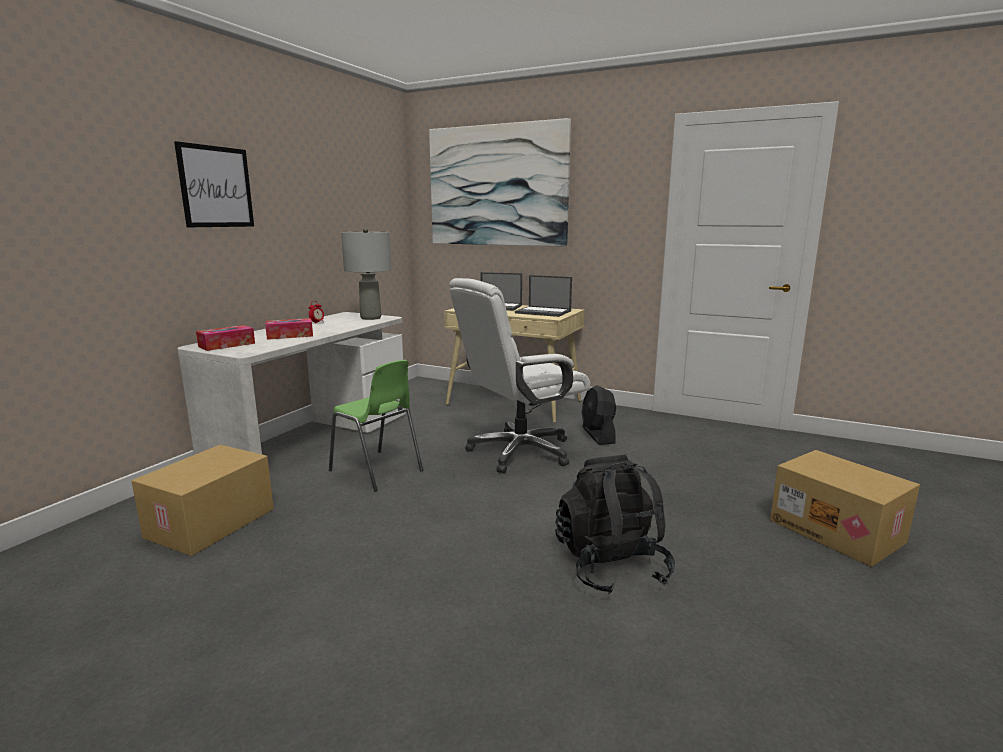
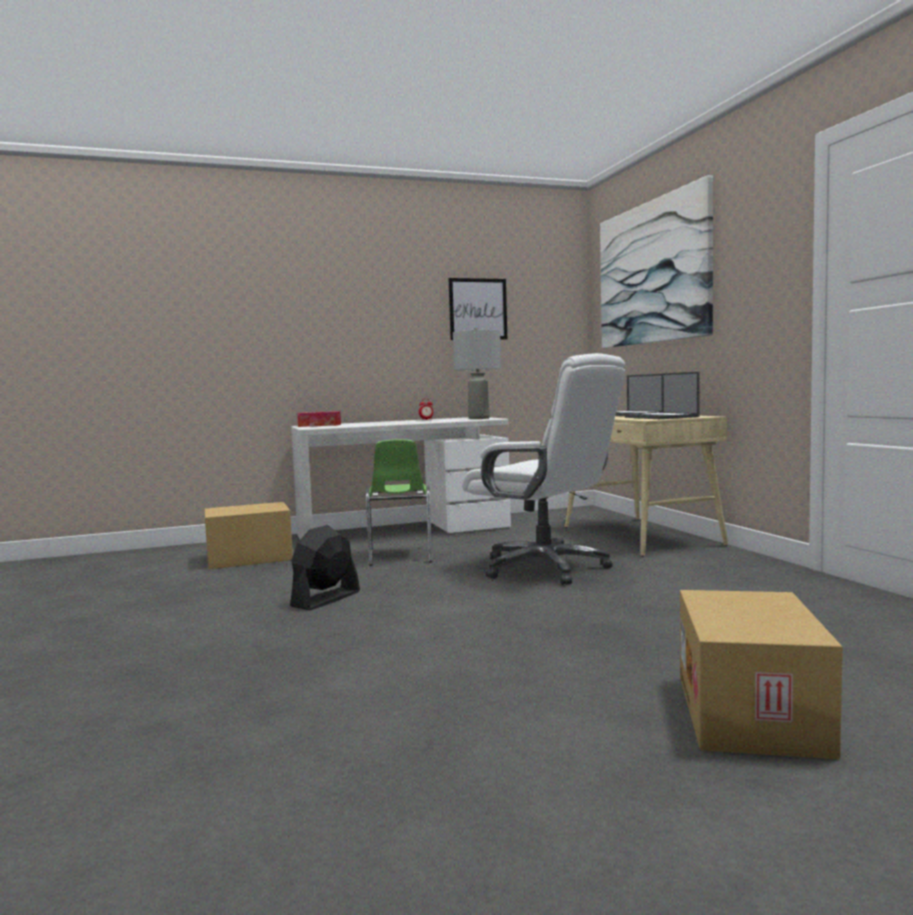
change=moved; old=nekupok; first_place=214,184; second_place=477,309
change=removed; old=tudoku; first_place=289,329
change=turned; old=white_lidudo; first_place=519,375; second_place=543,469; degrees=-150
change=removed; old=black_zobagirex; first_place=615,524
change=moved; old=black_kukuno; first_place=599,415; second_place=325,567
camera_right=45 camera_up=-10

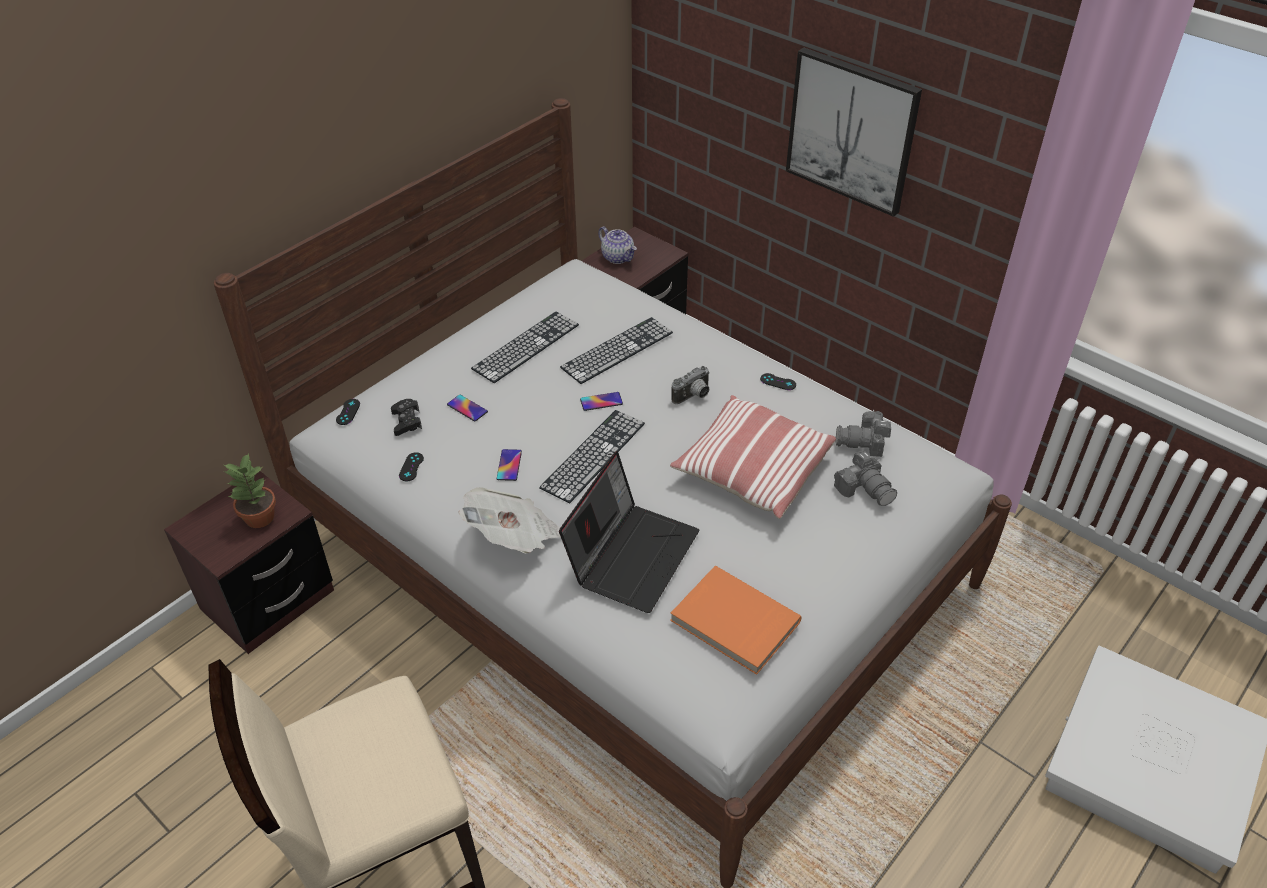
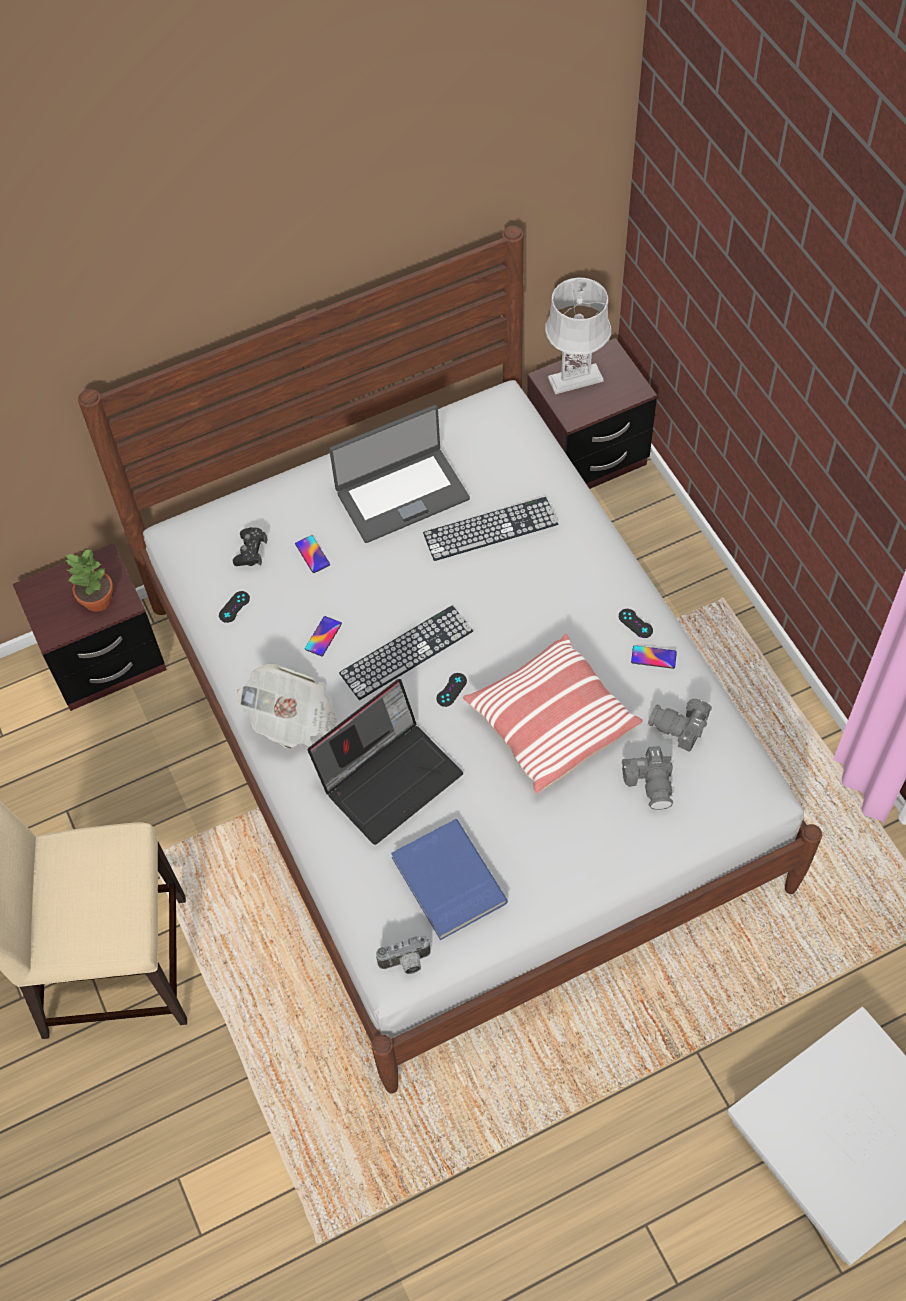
change=moved; old=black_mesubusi; first_place=348,412; second_place=451,690
change=replaced; old=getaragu; new=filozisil; first_place=525,347; second_place=399,474
change=moved; old=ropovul; first_place=601,401; second_place=654,657
change=replaced; old=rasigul; new=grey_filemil; first_place=617,245; second_place=578,336
change=recoloured; old=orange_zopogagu; new=blue_zopogagu; first_place=736,620; second_place=449,879
change=moved; old=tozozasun; first_place=691,385; second_place=403,955
change=removed; old=nekupok; first_place=854,132
camera_right=25 camera_up=15

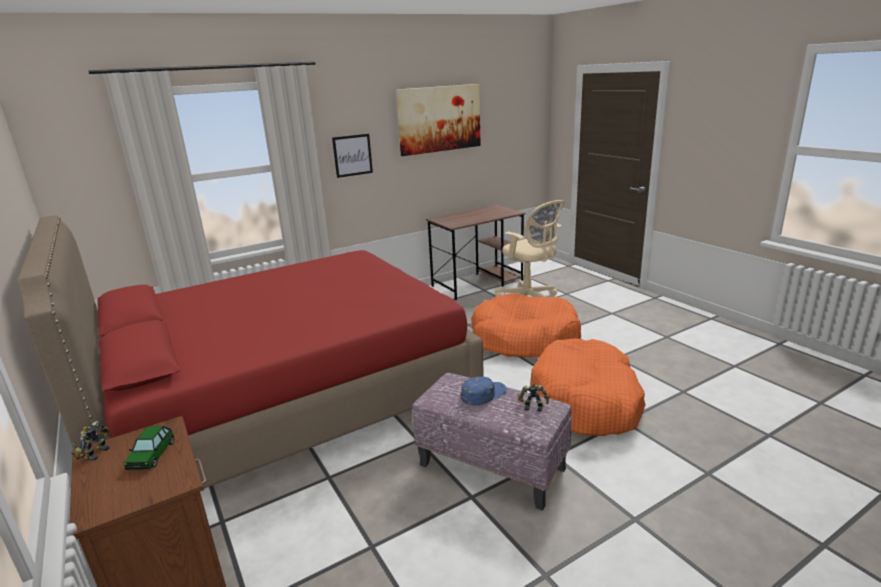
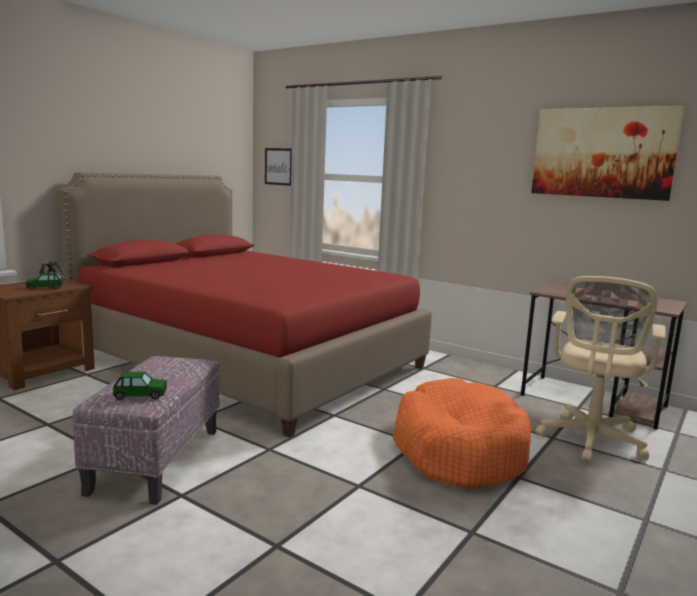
change=moved; old=nekupok; first_place=352,156; second_place=278,167
change=removed; old=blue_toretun; first_place=484,390
change=replaced; old=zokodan; new=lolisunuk; first_place=534,397; second_place=140,386
change=removed; old=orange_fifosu; first_place=588,387
camera_right=65 camera_up=-10

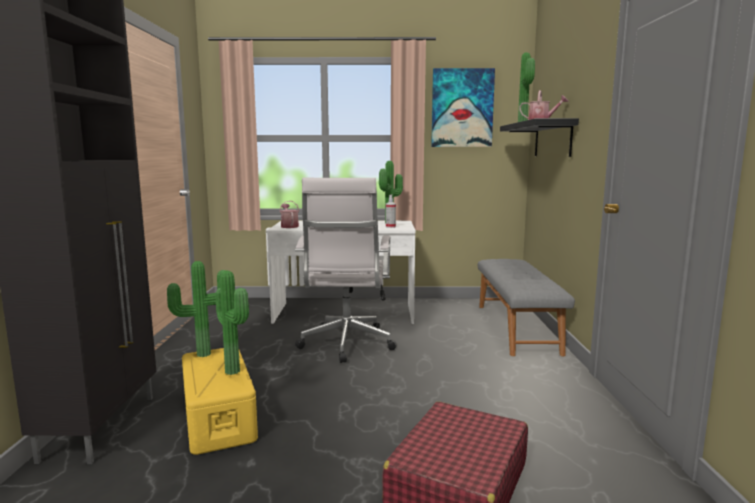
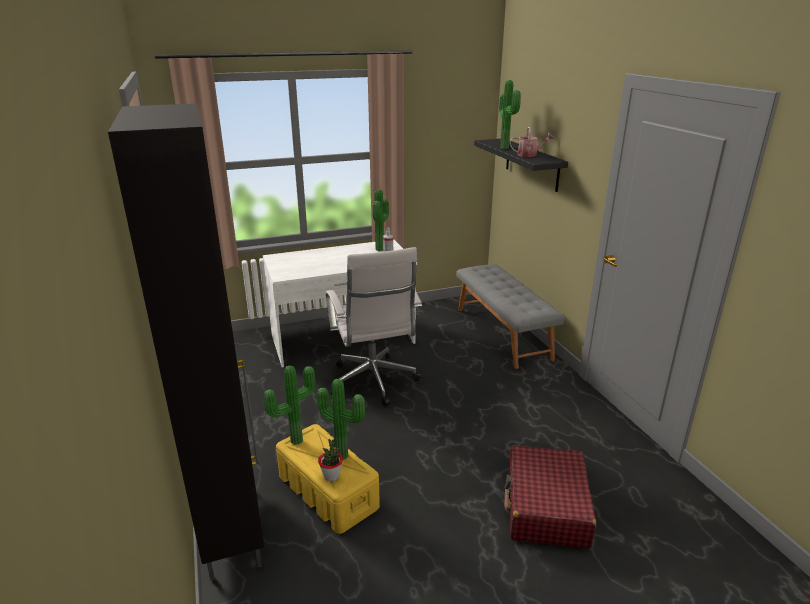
change=removed; old=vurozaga; first_place=289,214
change=removed; old=nekupok; first_place=463,107
change=added; new=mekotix; second_place=330,459
camera_right=-20 camera_up=15

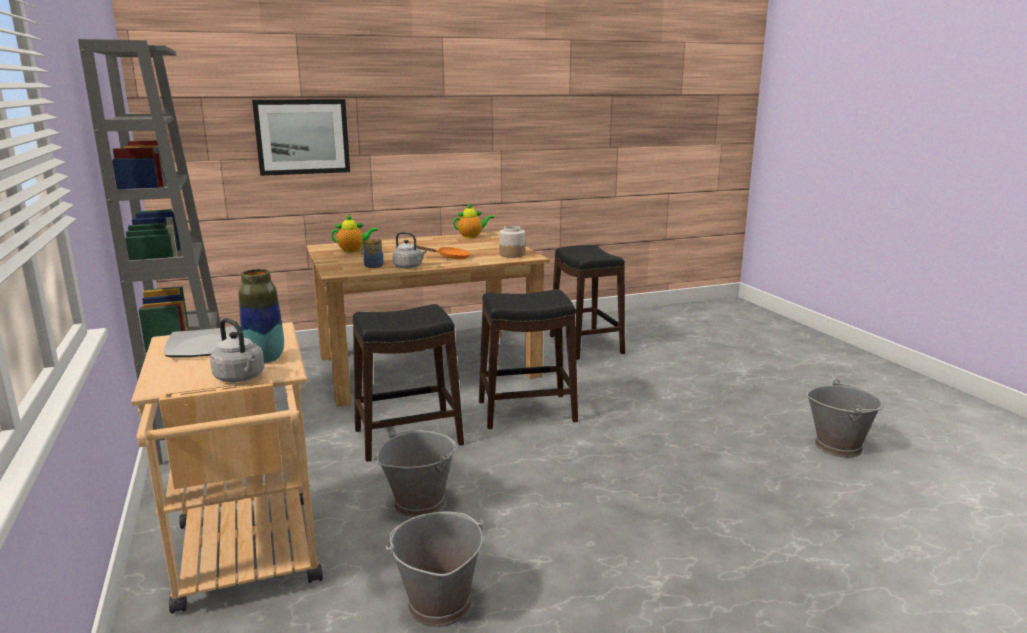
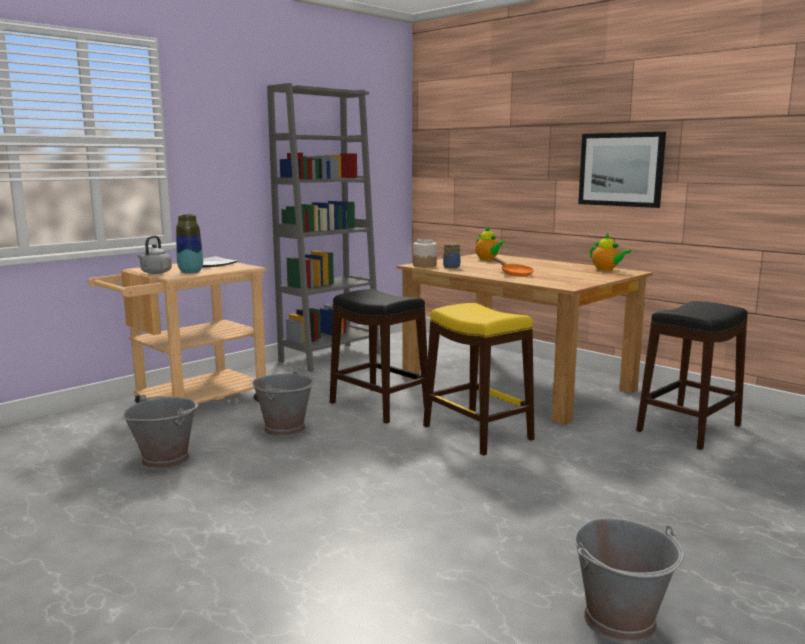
change=moved; old=nekupok; first_place=301,137; second_place=622,170
change=removed; old=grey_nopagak; first_place=410,250
change=recoloured; old=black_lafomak; new=yellow_lafomak; first_place=528,359; second_place=478,379
change=moved; old=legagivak; first_place=512,242; second_place=425,253
camera_right=65 camera_up=-5

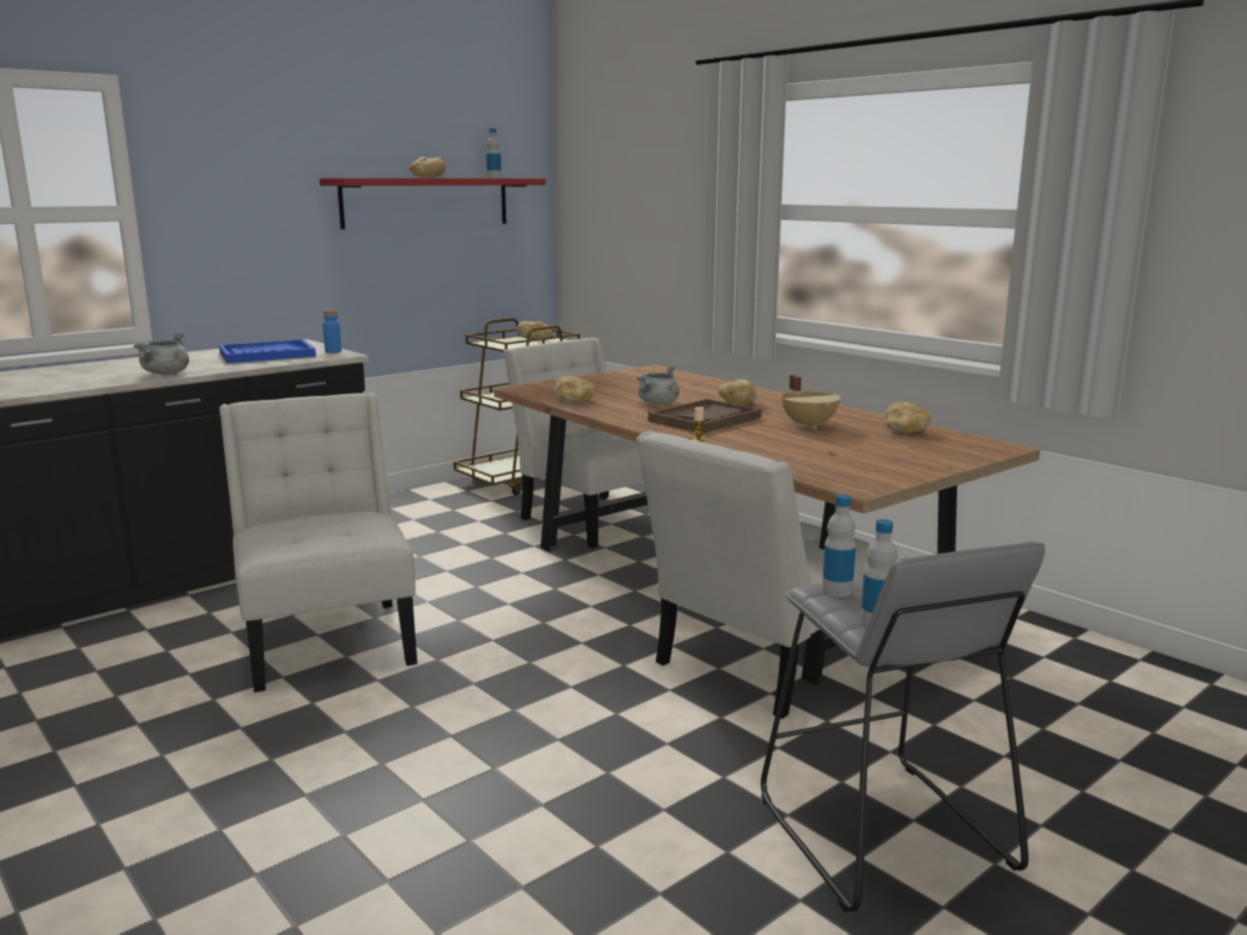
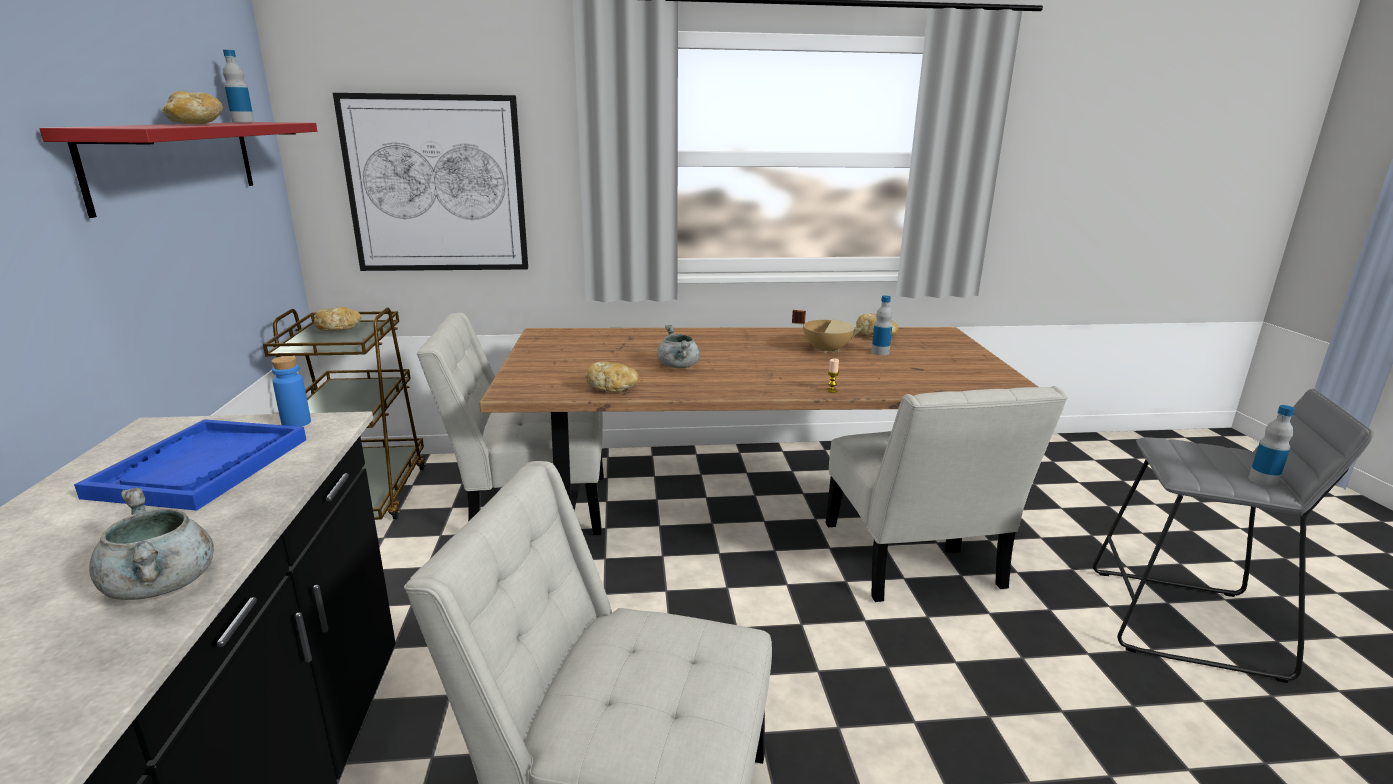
change=removed; old=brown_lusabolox; first_place=705,416
change=removed; old=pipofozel; first_place=737,392
change=moved; old=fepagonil; first_place=839,545; second_place=882,325
change=added; new=nekupok; second_place=430,182
camera_right=-55 camera_up=5

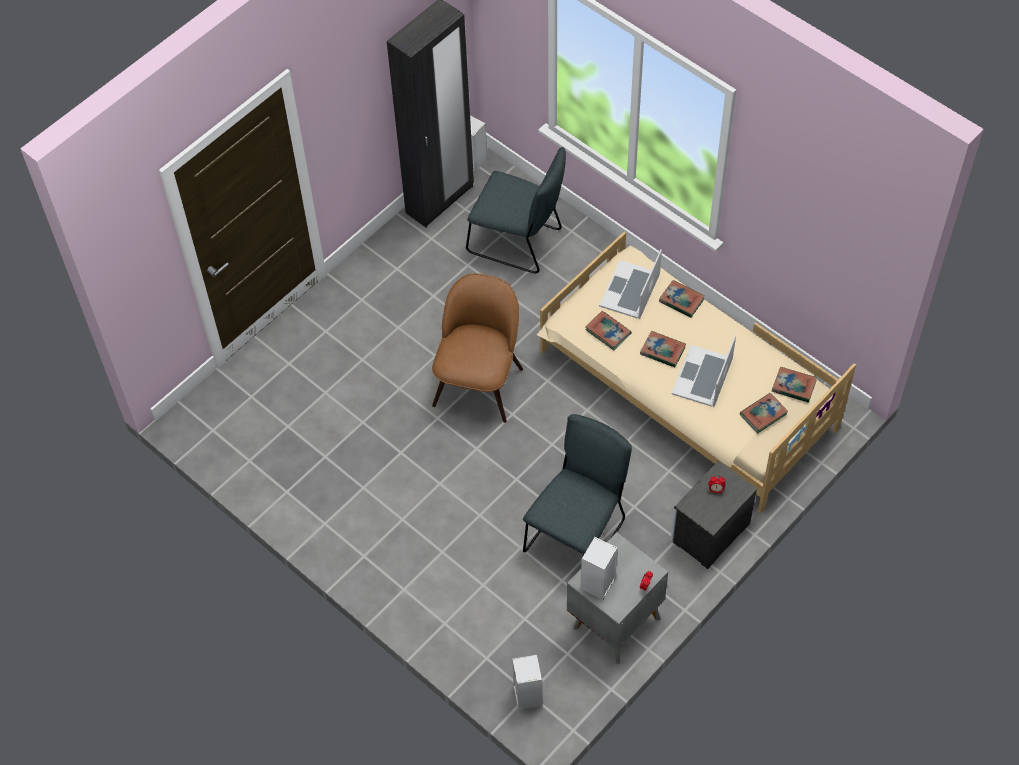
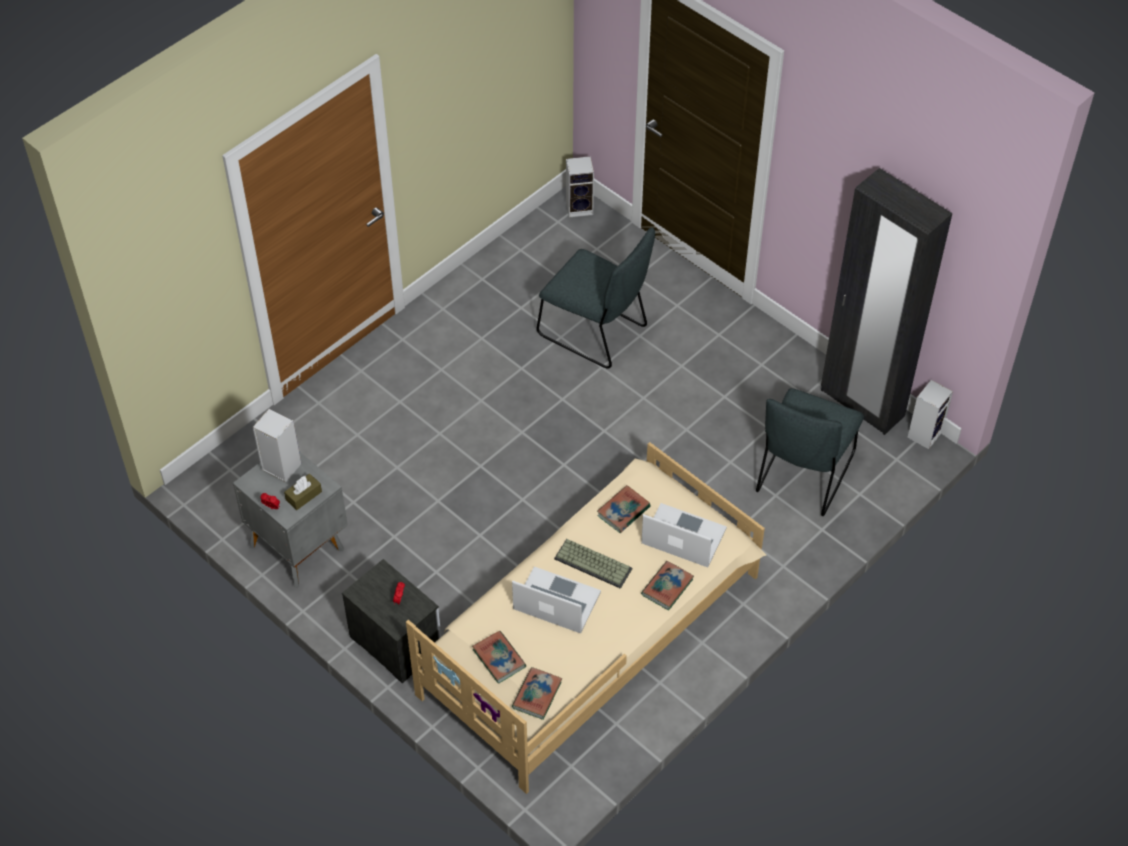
change=removed; old=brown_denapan; first_place=477,348
change=moved; old=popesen; first_place=527,682; second_place=580,187
change=moved; old=grey_denapan; first_place=577,484; second_place=595,298
change=replaced; old=zopogagu; new=getaragu; first_place=663,349; second_place=593,564
change=added; new=brown_tudoku; second_place=303,492
camera_right=90 camera_up=-5

